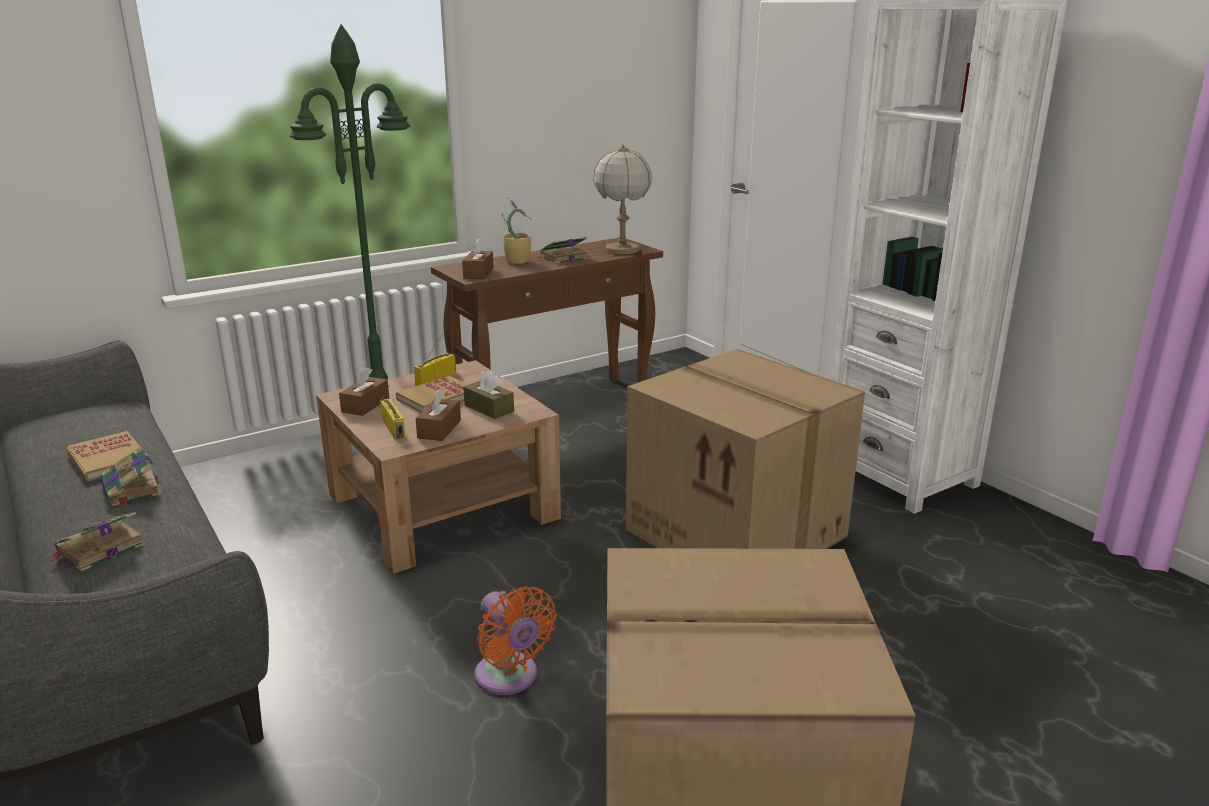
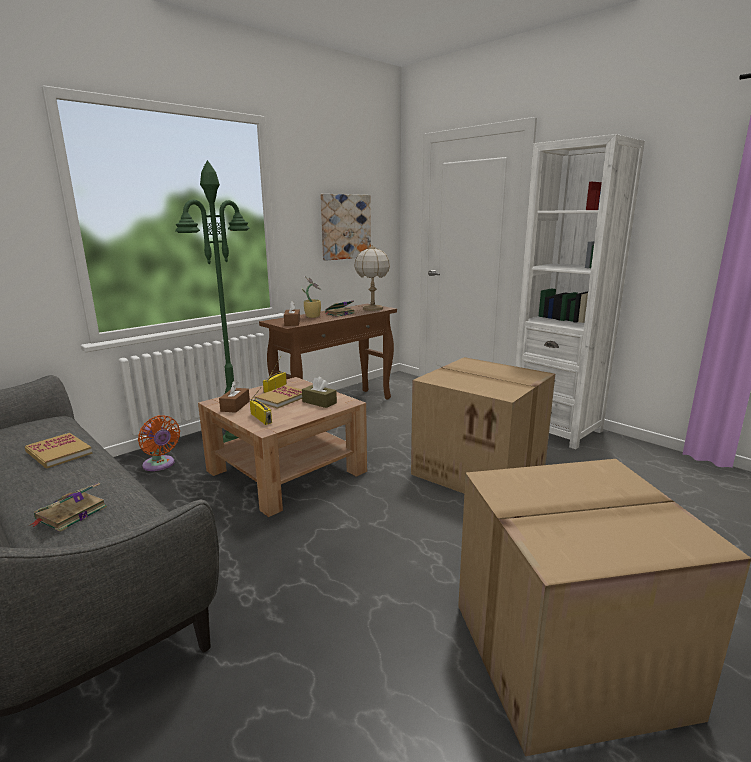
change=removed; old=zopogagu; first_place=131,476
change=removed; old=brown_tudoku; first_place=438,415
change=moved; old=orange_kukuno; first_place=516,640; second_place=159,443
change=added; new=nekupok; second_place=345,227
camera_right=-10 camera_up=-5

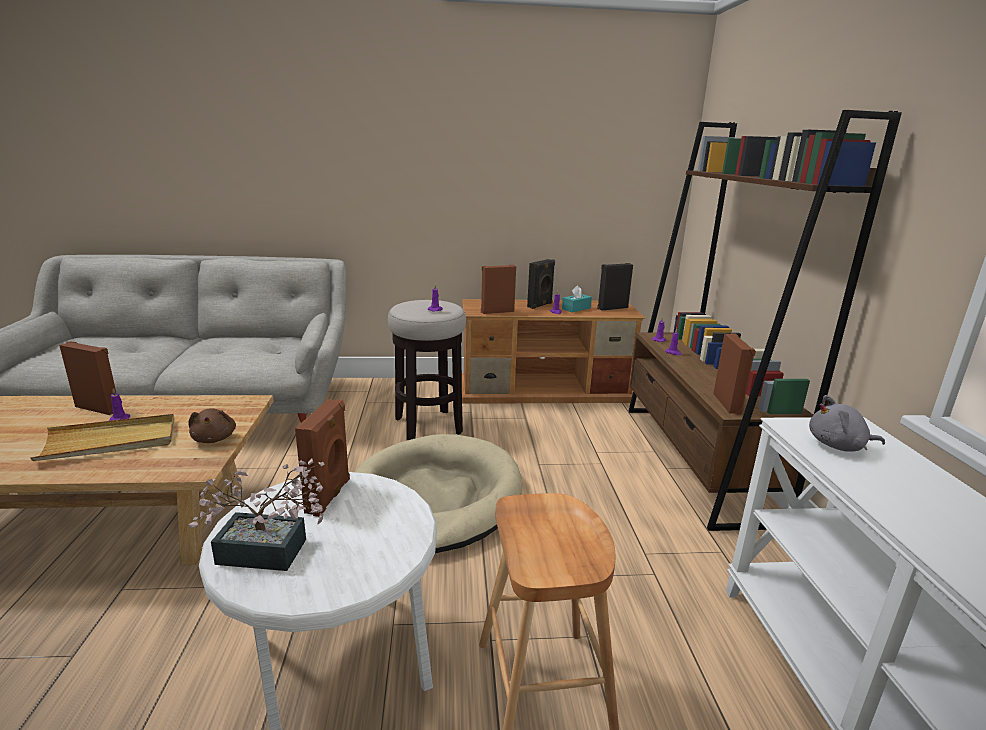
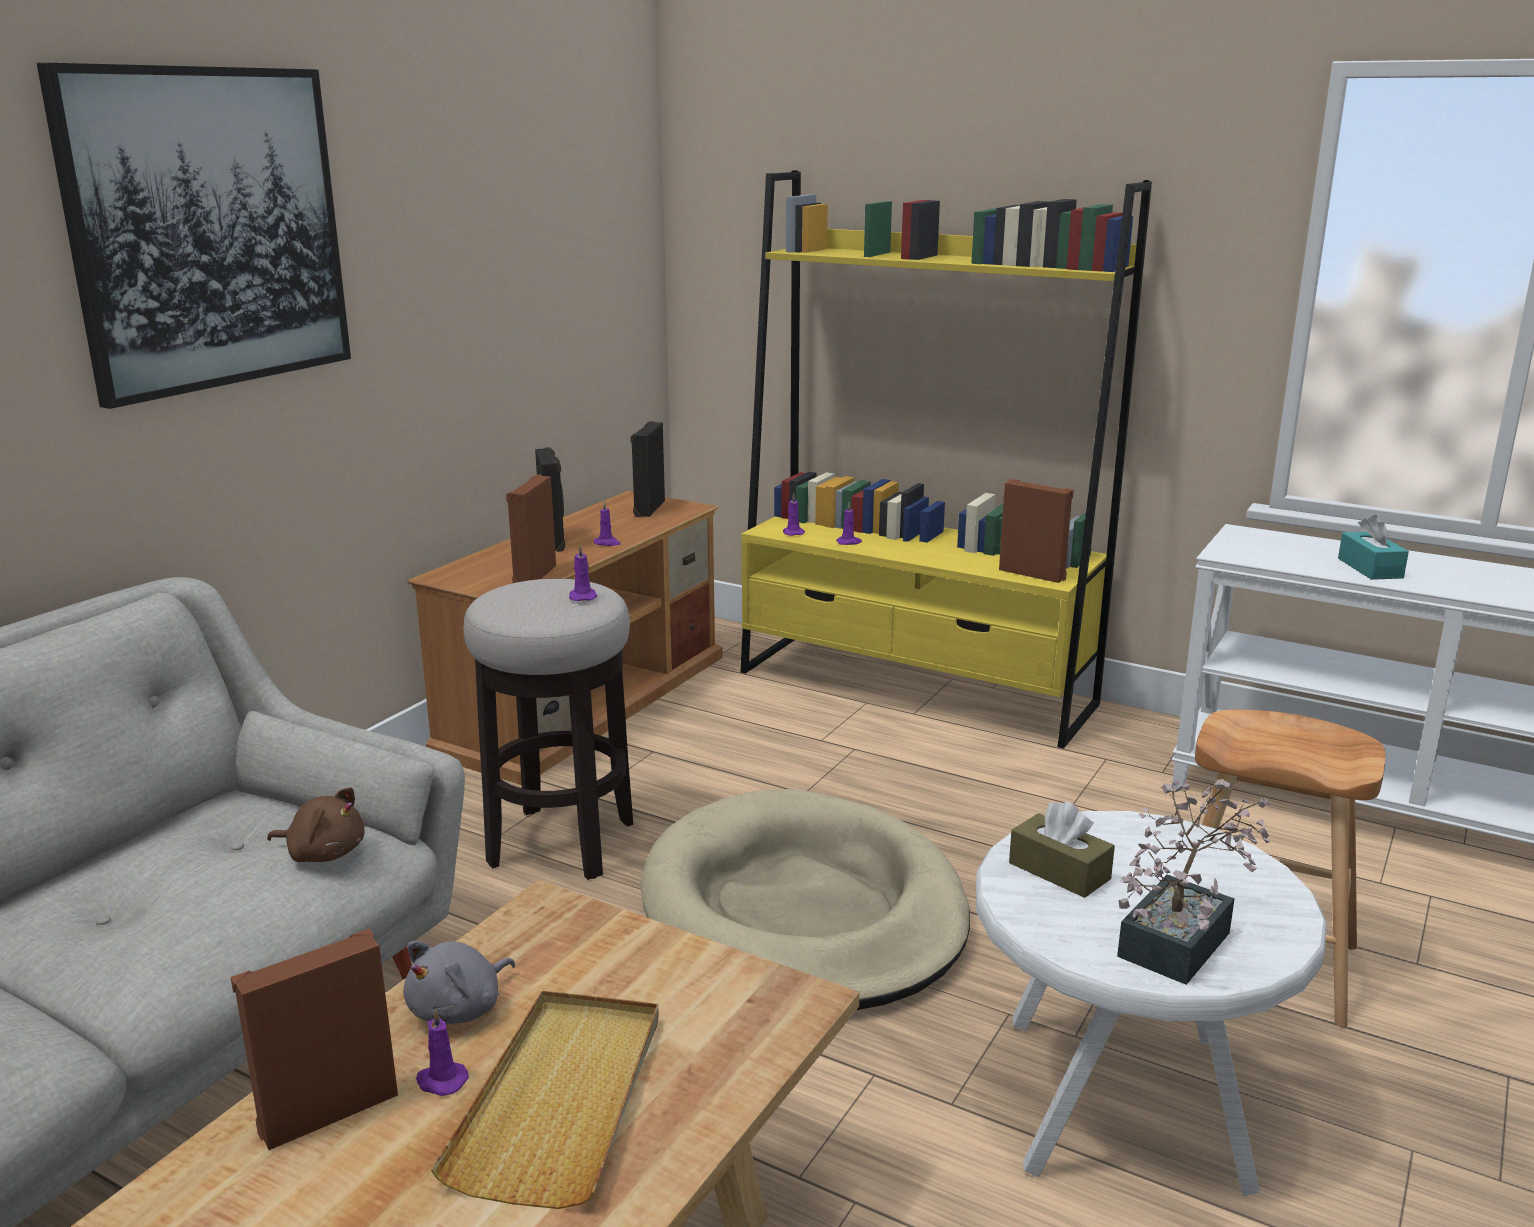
change=moved; old=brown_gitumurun; first_place=212,425; second_place=315,824
change=replaced; old=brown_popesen; new=brown_tudoku; first_place=322,458; second_place=1062,849
change=moved; old=turquoise_tudoku; first_place=577,298; second_place=1373,547
change=recoloured; old=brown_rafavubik; new=yellow_rafavubik; first_place=765,320; second_place=946,459
change=moved; old=grey_gitumurun; first_place=847,423; second_place=459,982
change=added; new=nekupok; second_place=194,236
camera_right=-55 camera_up=0

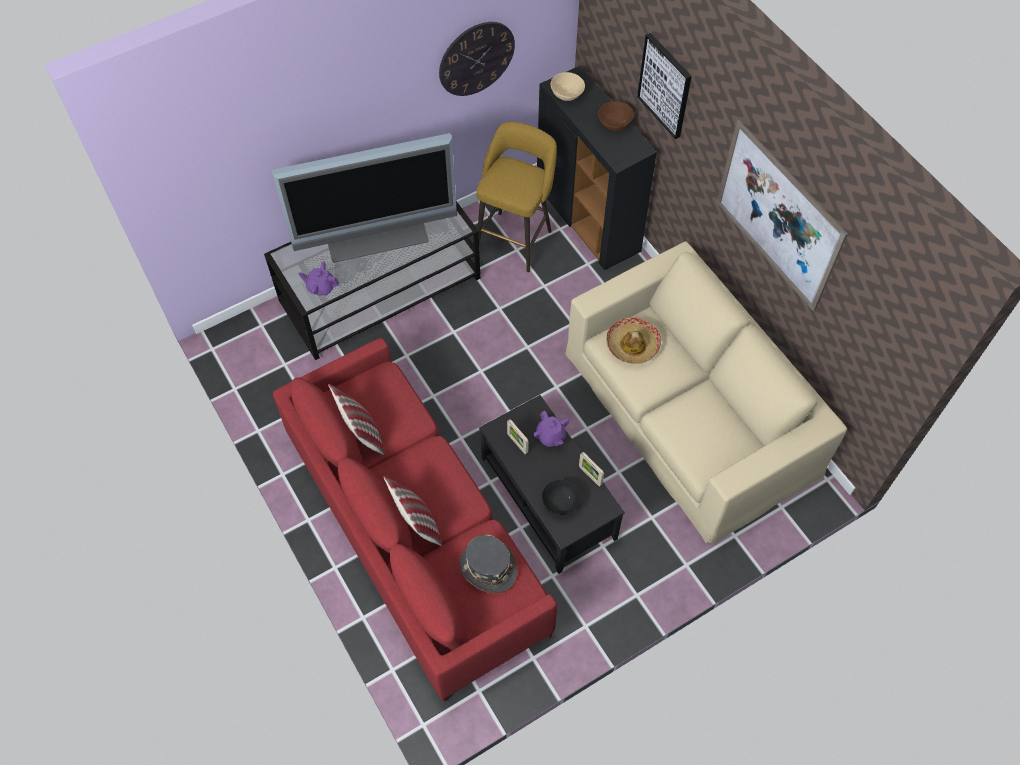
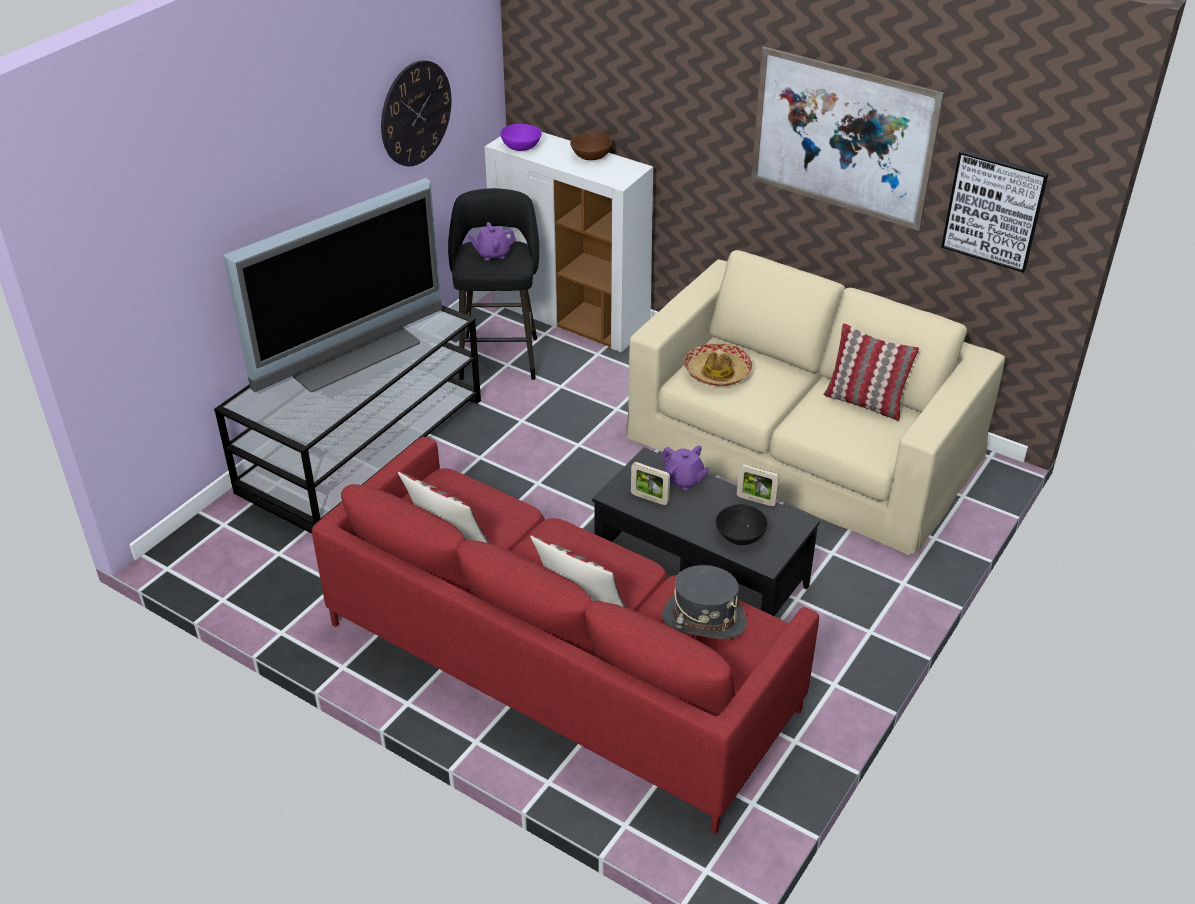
change=moved; old=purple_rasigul; first_place=318,278; second_place=492,241
change=recoloured; old=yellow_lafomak; new=black_lafomak; first_place=516,197; second_place=493,284
change=recoloured; old=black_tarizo; new=white_tarizo; first_place=597,168; second_place=569,242
change=recoloured; old=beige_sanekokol; new=purple_sanekokol; first_place=568,86; second_place=521,137
change=moved; old=nekupok; first_place=664,86; second_place=995,211
change=added; new=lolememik; second_place=871,372
camera_right=-25 camera_up=-20

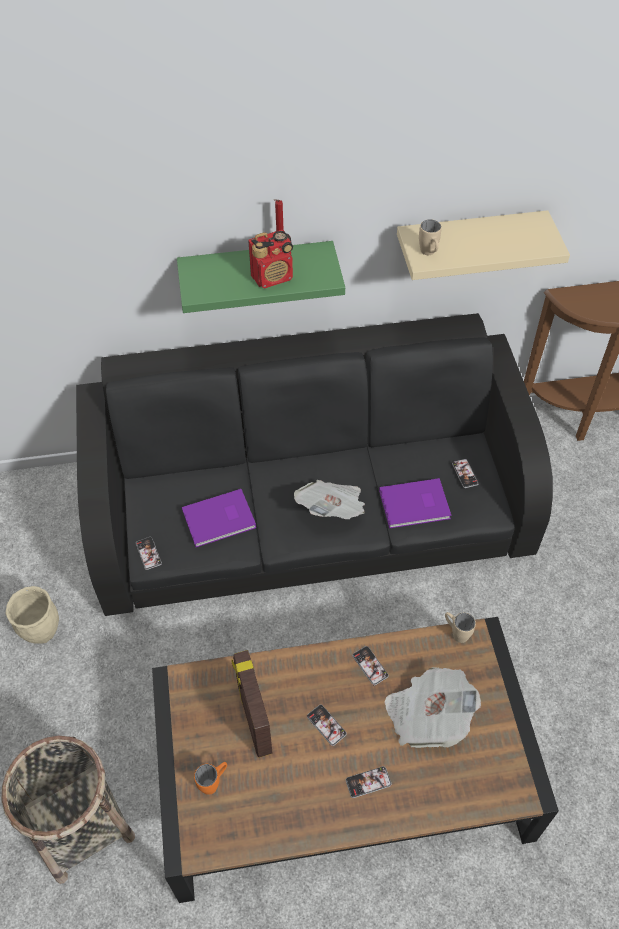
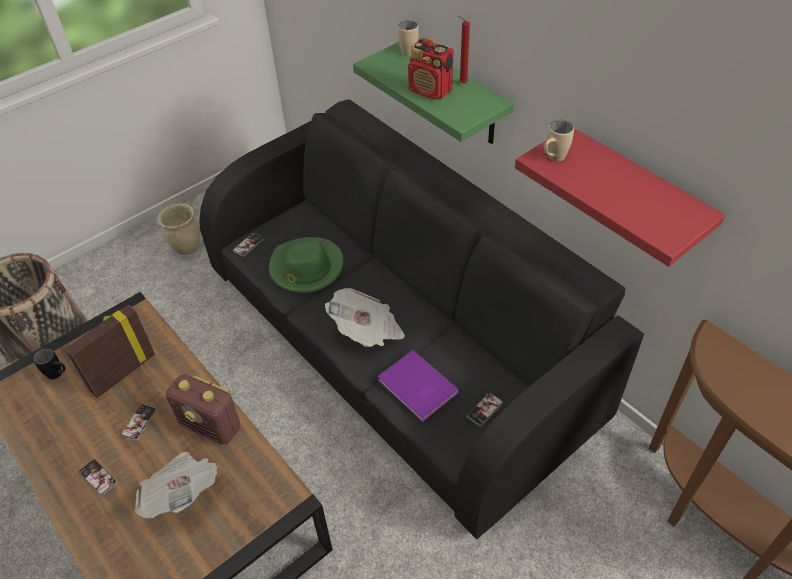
change=replaced; old=purple_zopogagu; new=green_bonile; first_place=219,518; second_place=306,265
change=recoloured; old=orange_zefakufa; new=black_zefakufa; first_place=210,778; second_place=49,363
change=replaced; old=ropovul; new=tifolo; first_place=370,665; second_place=203,409
change=recoloured; old=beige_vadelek; new=red_vadelek; first_place=483,245; second_place=620,197
change=moved; old=beige_zefakufa; first_place=460,627; second_place=408,38
camera_right=60 camera_up=-5

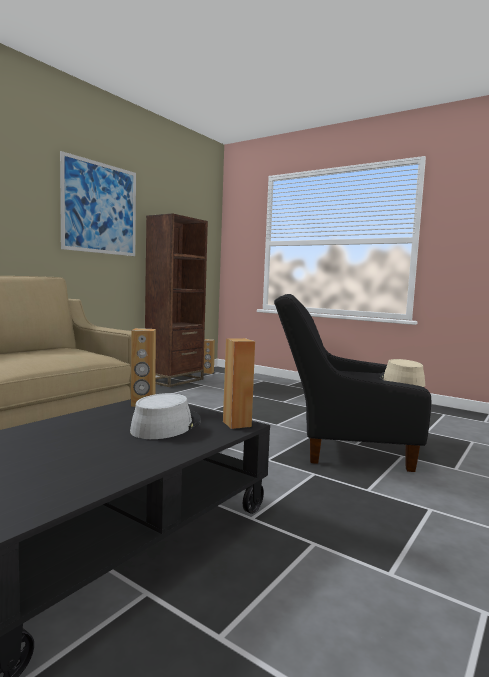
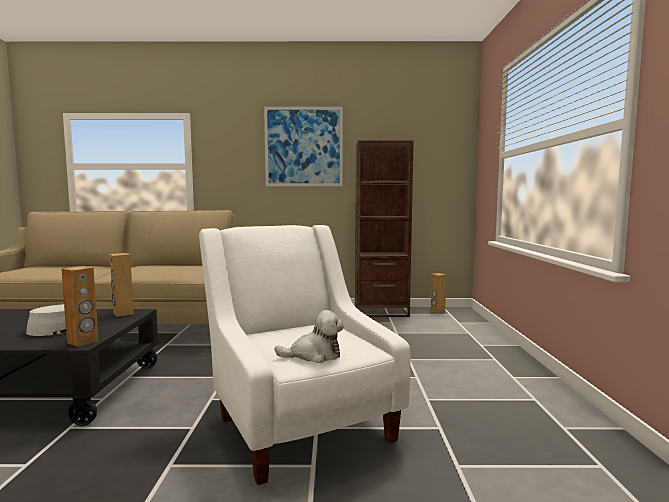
change=recoloured; old=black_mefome; new=white_mefome; first_place=352,383; second_place=305,355
change=replaced; old=beige_bonile; new=gitumurun; first_place=402,373; second_place=309,336
camera_right=55 camera_up=0

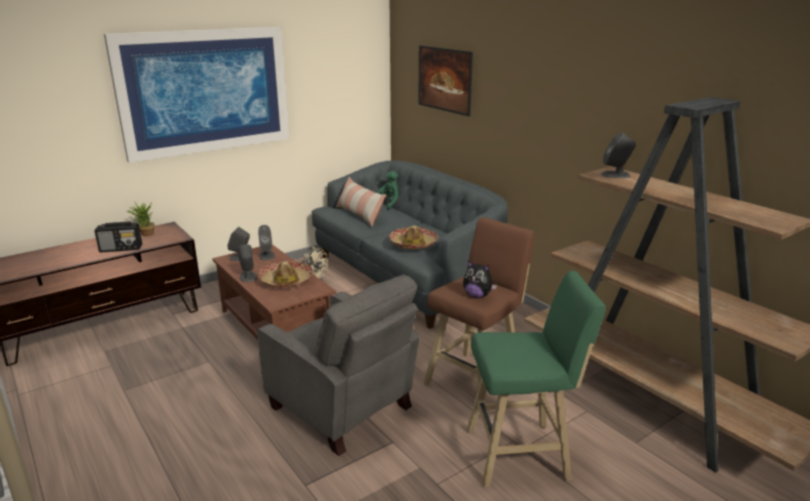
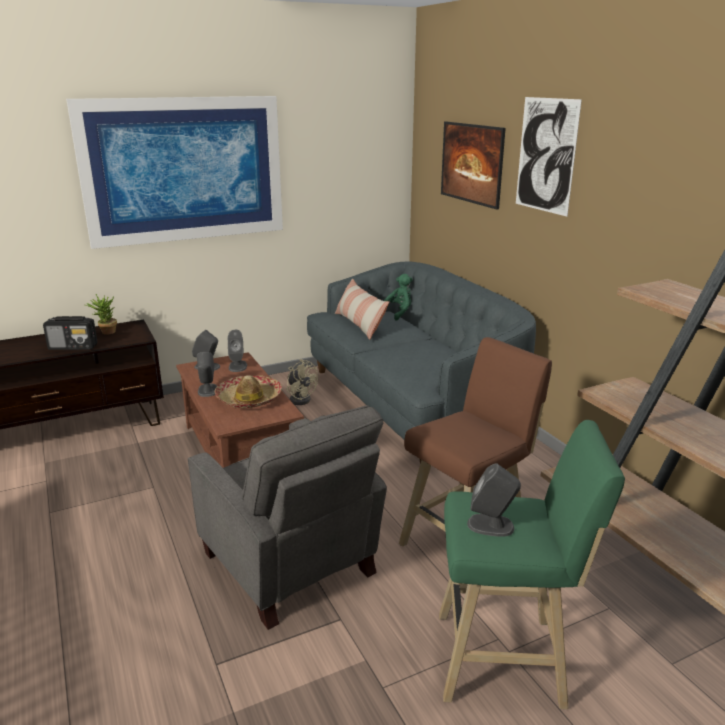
change=removed; old=bonile; first_place=413,237
change=removed; old=gitumurun; first_place=480,279
change=moved; old=grey_popesen; first_place=618,155; second_place=494,500
change=added; new=nekupok; second_place=549,157
camera_right=10 camera_up=0

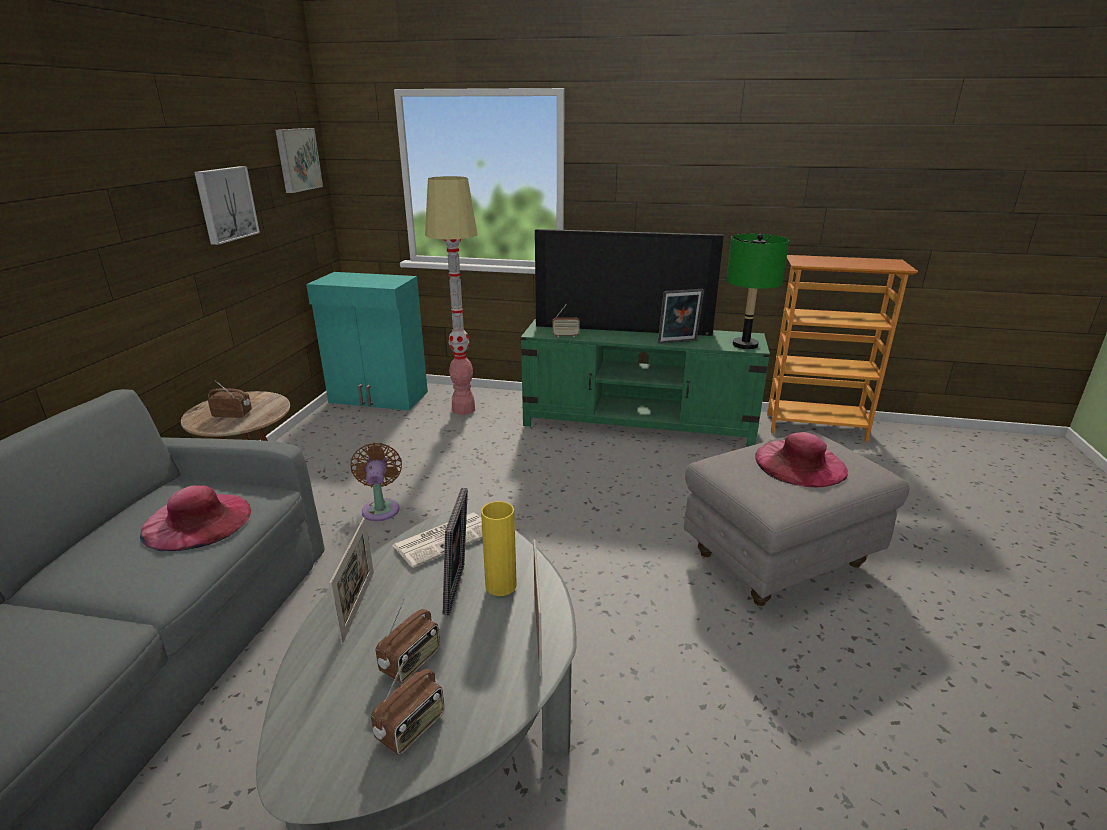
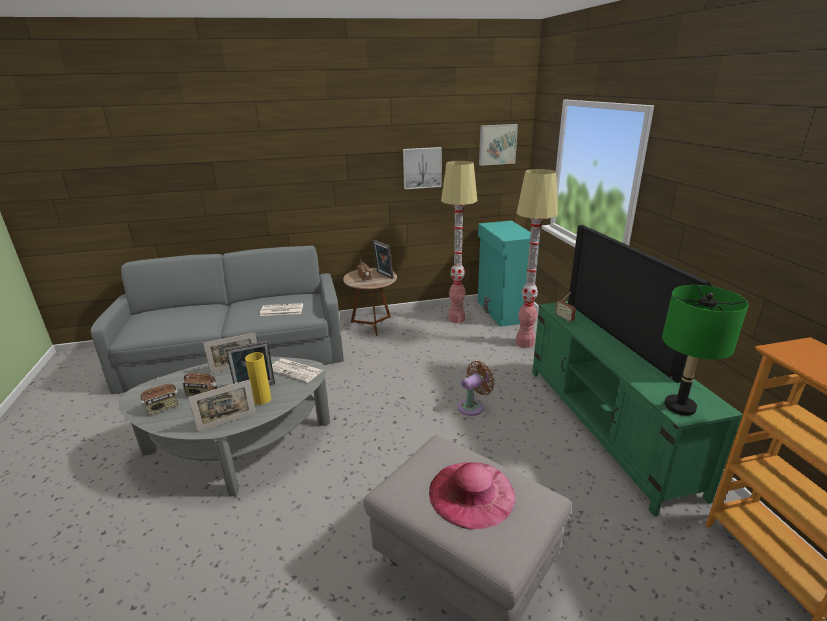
change=replaced; old=pink_bonile; new=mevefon; first_place=195,518; second_place=281,309
change=moved; old=brown_kukuno; first_place=376,482; second_place=476,388
change=turned; old=tifolo; first_place=407,706; second_place=159,394; degrees=-45
change=moved; old=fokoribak; first_place=681,316; second_place=383,259
change=added; new=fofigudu; second_place=459,242
camera_right=65 camera_up=0

